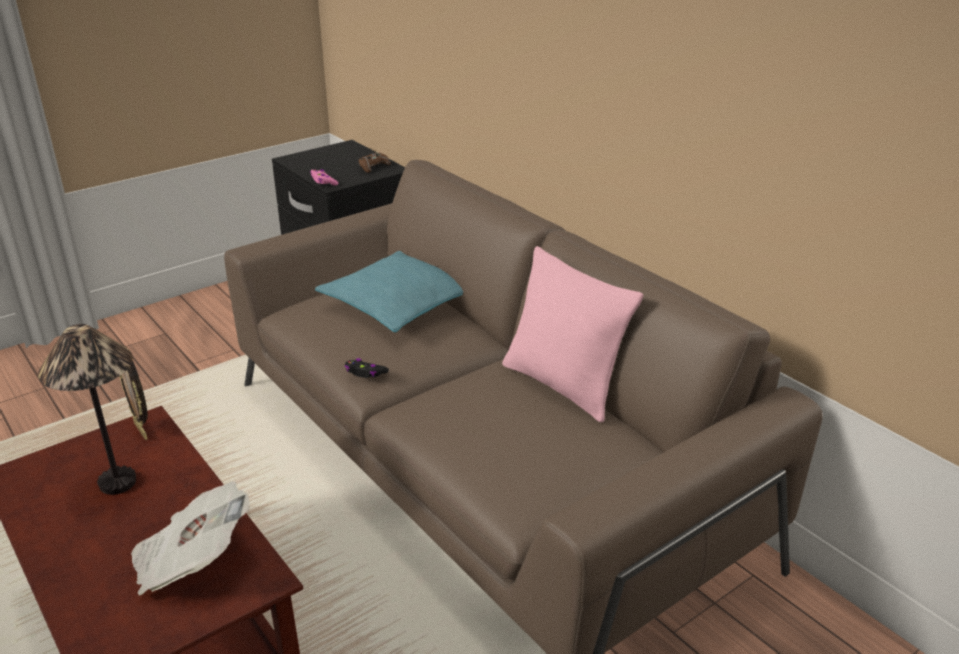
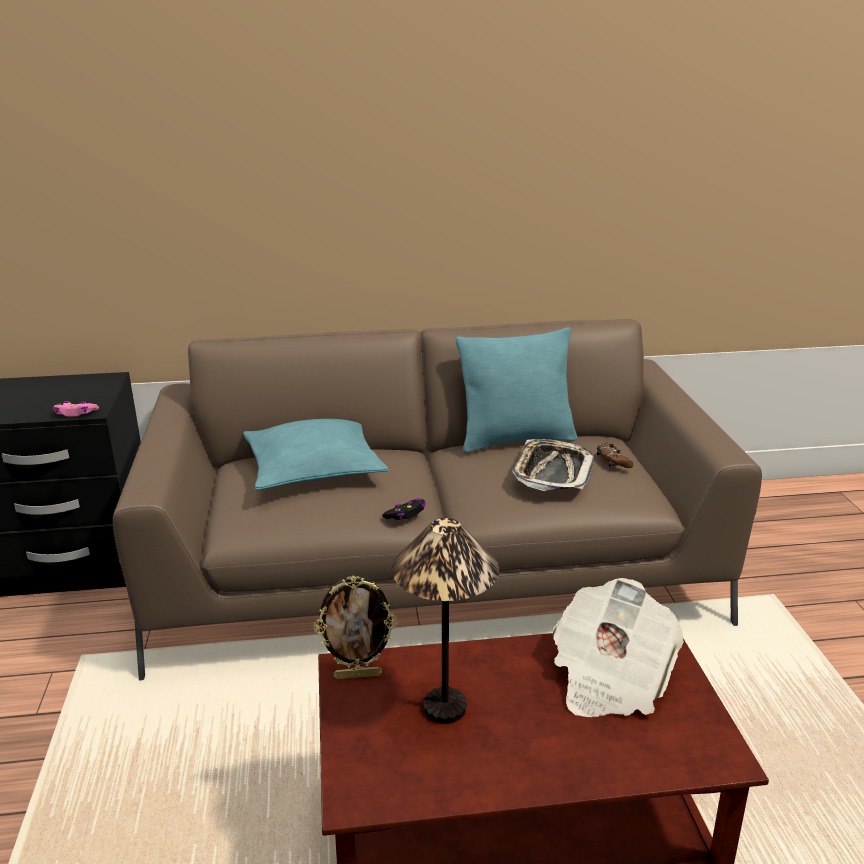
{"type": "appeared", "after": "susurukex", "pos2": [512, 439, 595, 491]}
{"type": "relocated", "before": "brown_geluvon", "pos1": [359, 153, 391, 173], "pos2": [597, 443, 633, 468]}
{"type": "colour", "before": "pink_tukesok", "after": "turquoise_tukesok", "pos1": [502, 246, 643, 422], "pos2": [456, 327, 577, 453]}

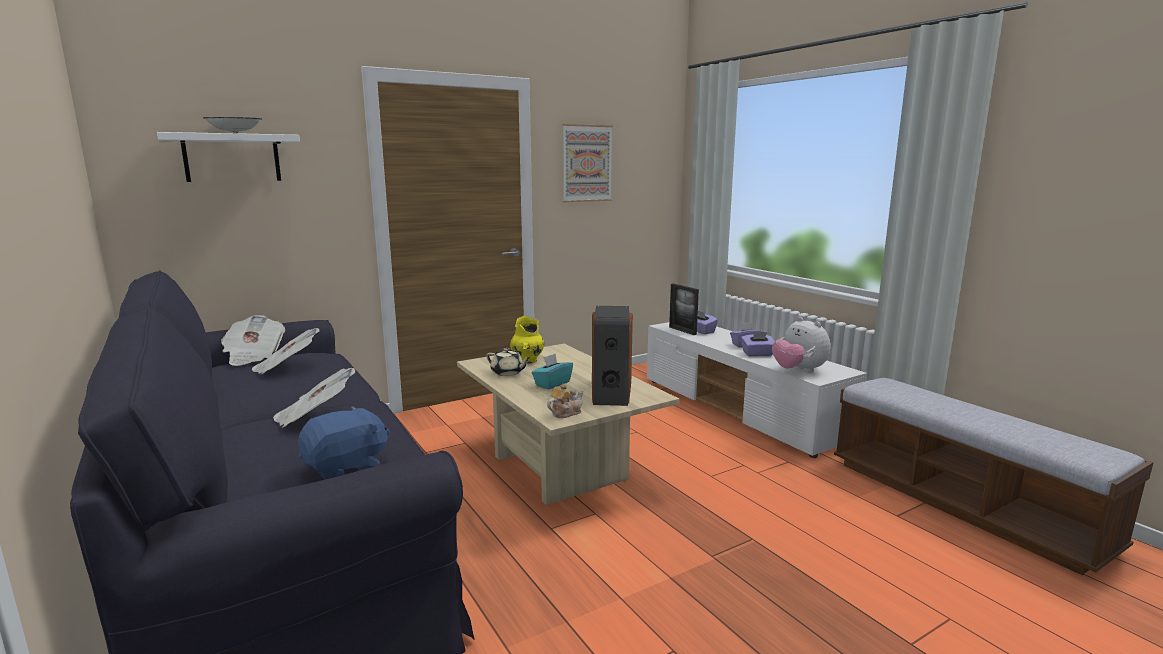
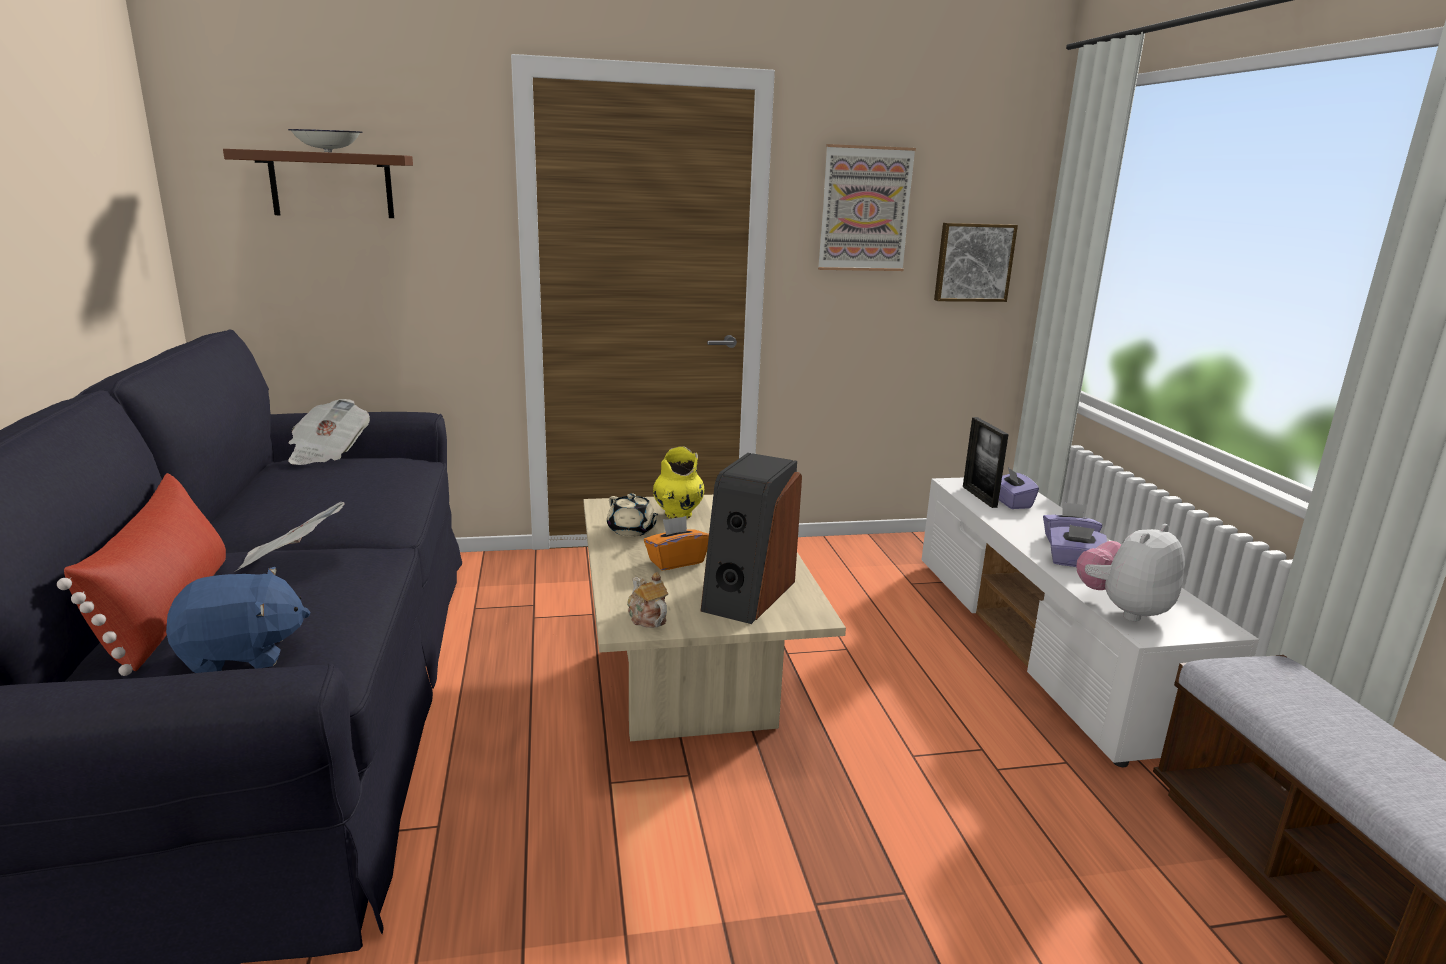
{"type": "missing", "before": "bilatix", "pos1": [252, 328, 319, 374]}
{"type": "appeared", "after": "red_tukesok", "pos2": [57, 473, 226, 676]}
{"type": "appeared", "after": "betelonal", "pos2": [934, 223, 1018, 302]}
{"type": "colour", "before": "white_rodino", "after": "brown_rodino", "pos1": [157, 132, 300, 182], "pos2": [223, 149, 413, 218]}
{"type": "colour", "before": "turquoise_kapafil", "after": "orange_kapafil", "pos1": [532, 354, 573, 389], "pos2": [644, 516, 709, 570]}
{"type": "spun", "before": "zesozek", "pos1": [547, 384, 584, 418], "pos2": [627, 572, 668, 628], "turn": -105}
{"type": "spun", "before": "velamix", "pos1": [772, 317, 830, 373], "pos2": [1076, 524, 1185, 622], "turn": 60}

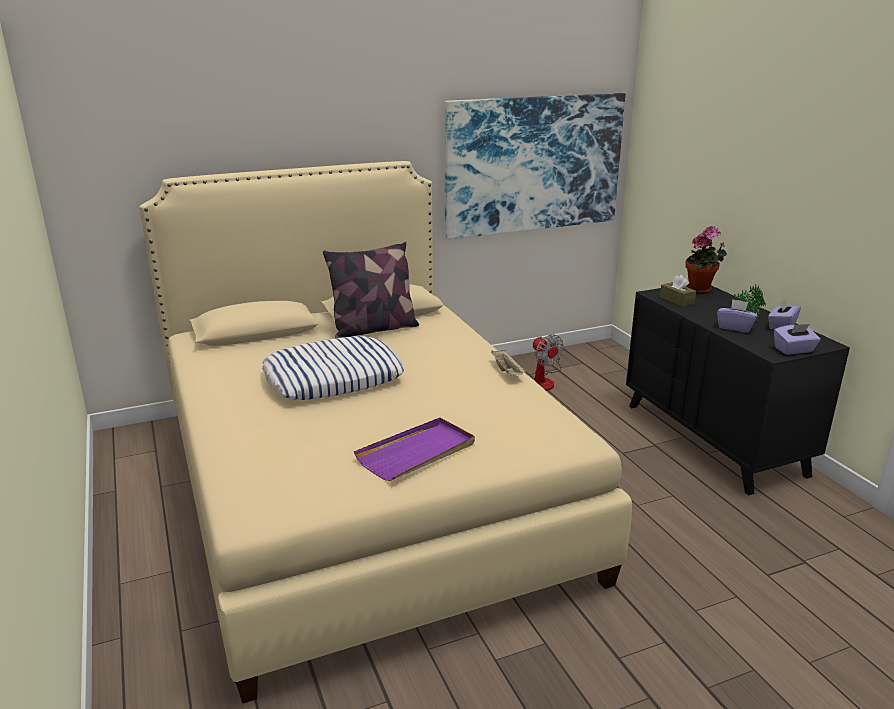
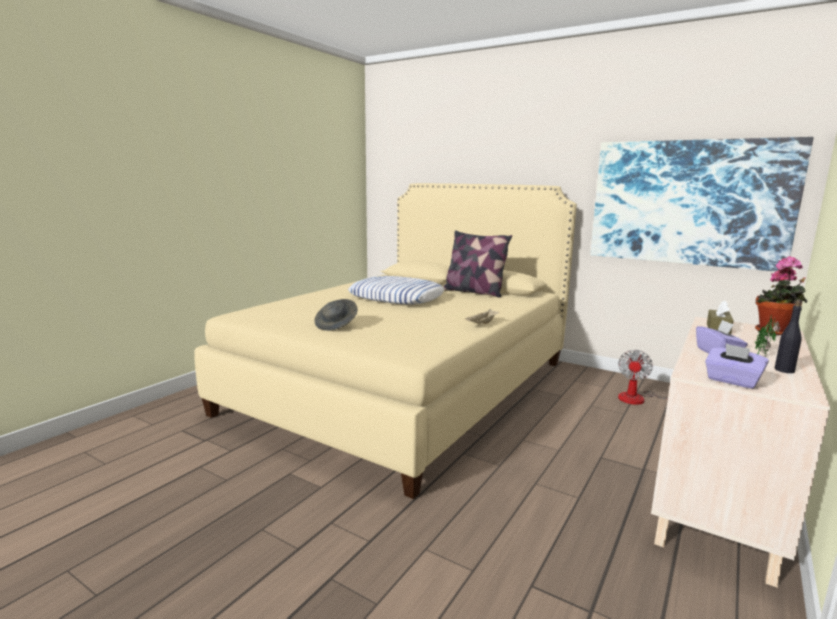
{"type": "exchanged", "before": "purple_susurukex", "after": "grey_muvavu", "pos1": [354, 417, 475, 481], "pos2": [315, 299, 357, 331]}
{"type": "exchanged", "before": "purple_kapafil", "after": "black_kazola", "pos1": [768, 298, 801, 330], "pos2": [775, 299, 802, 373]}
{"type": "colour", "before": "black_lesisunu", "after": "beige_lesisunu", "pos1": [626, 285, 850, 495], "pos2": [651, 317, 830, 588]}

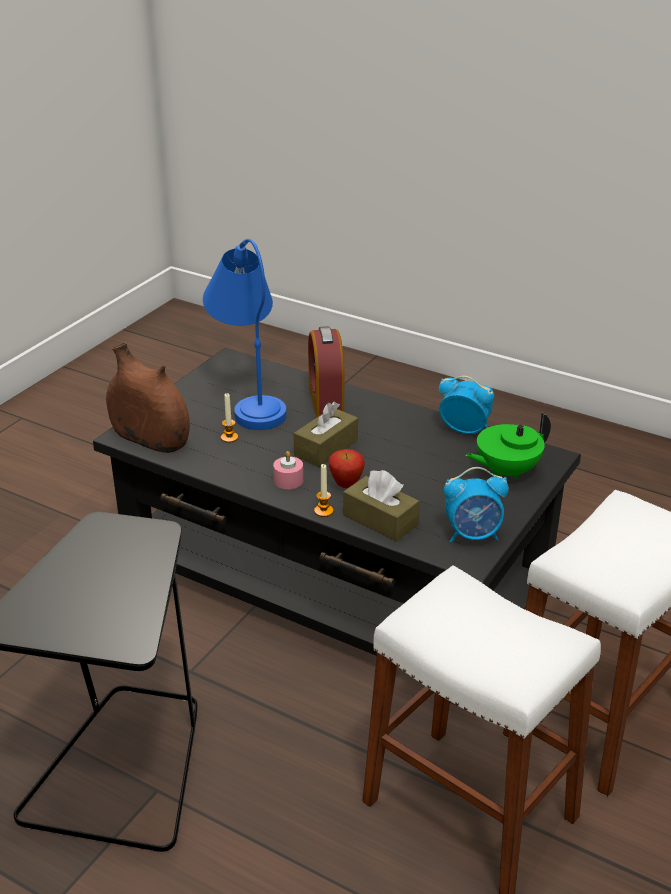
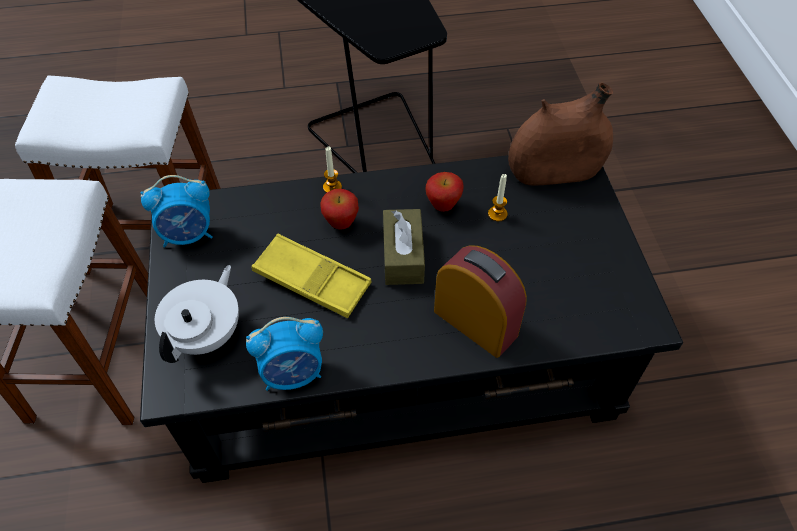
{"type": "missing", "before": "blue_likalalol", "pos1": [203, 239, 287, 430]}
{"type": "missing", "before": "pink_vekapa", "pos1": [273, 451, 303, 489]}
{"type": "missing", "before": "brown_kapafil", "pos1": [343, 470, 420, 542]}
{"type": "appeared", "after": "yellow_susurukex", "pos2": [251, 234, 371, 319]}
{"type": "appeared", "after": "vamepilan", "pos2": [425, 172, 464, 212]}
{"type": "colour", "before": "green_zesozek", "after": "white_zesozek", "pos1": [466, 412, 551, 479], "pos2": [155, 265, 239, 363]}
{"type": "spun", "before": "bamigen", "pos1": [444, 467, 509, 542], "pos2": [140, 175, 213, 247], "turn": -150}

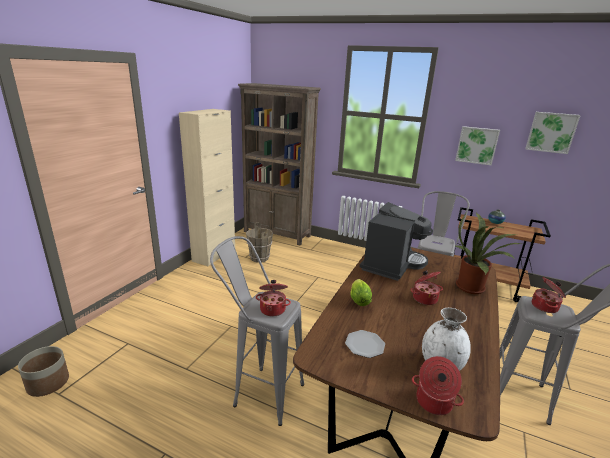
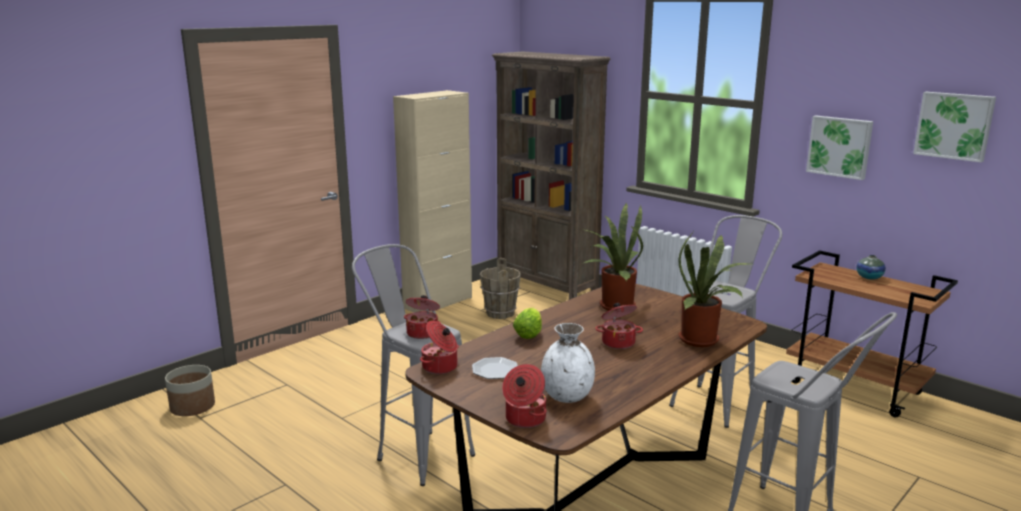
{"type": "relocated", "before": "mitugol", "pos1": [532, 277, 566, 313], "pos2": [420, 321, 459, 374]}
{"type": "exchanged", "before": "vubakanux", "after": "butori", "pos1": [359, 202, 433, 281], "pos2": [581, 203, 643, 311]}

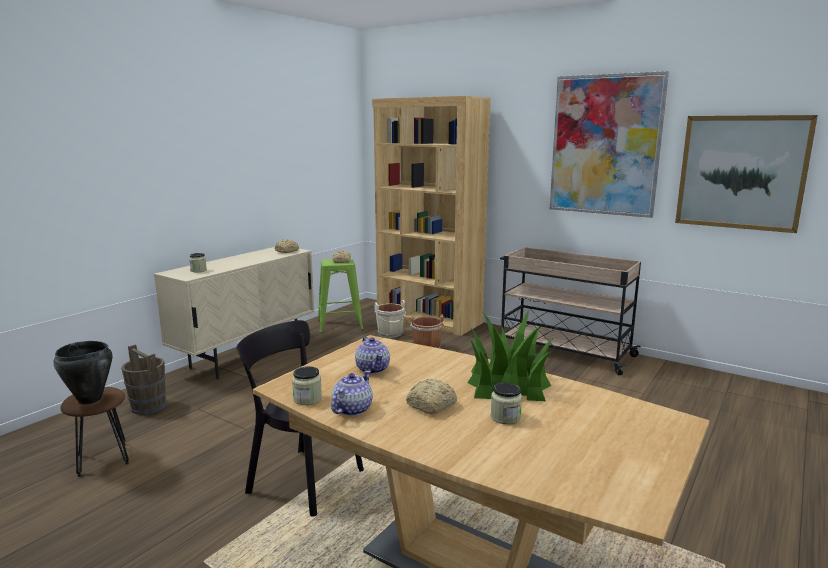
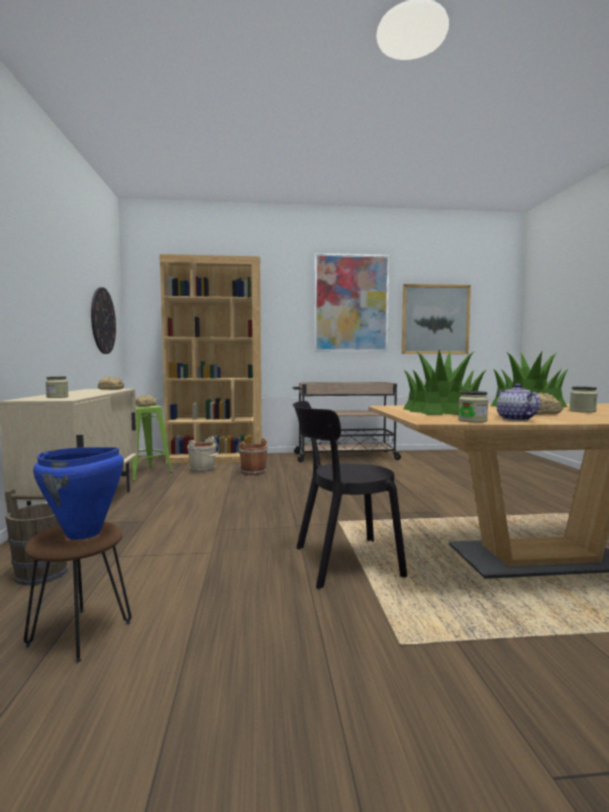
{"type": "appeared", "after": "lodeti", "pos2": [91, 287, 116, 354]}
{"type": "exchanged", "before": "zesozek", "after": "butori", "pos1": [355, 337, 390, 374], "pos2": [403, 350, 486, 415]}
{"type": "colour", "before": "black_mitugol", "after": "blue_mitugol", "pos1": [53, 341, 113, 404], "pos2": [33, 447, 124, 540]}

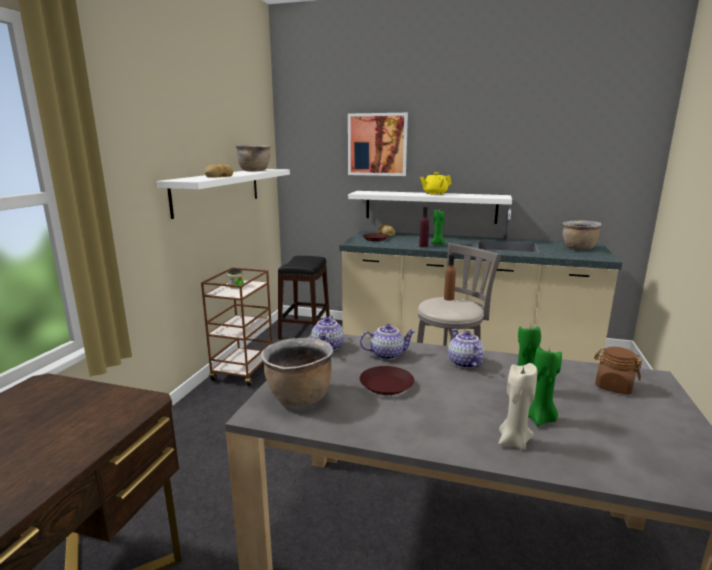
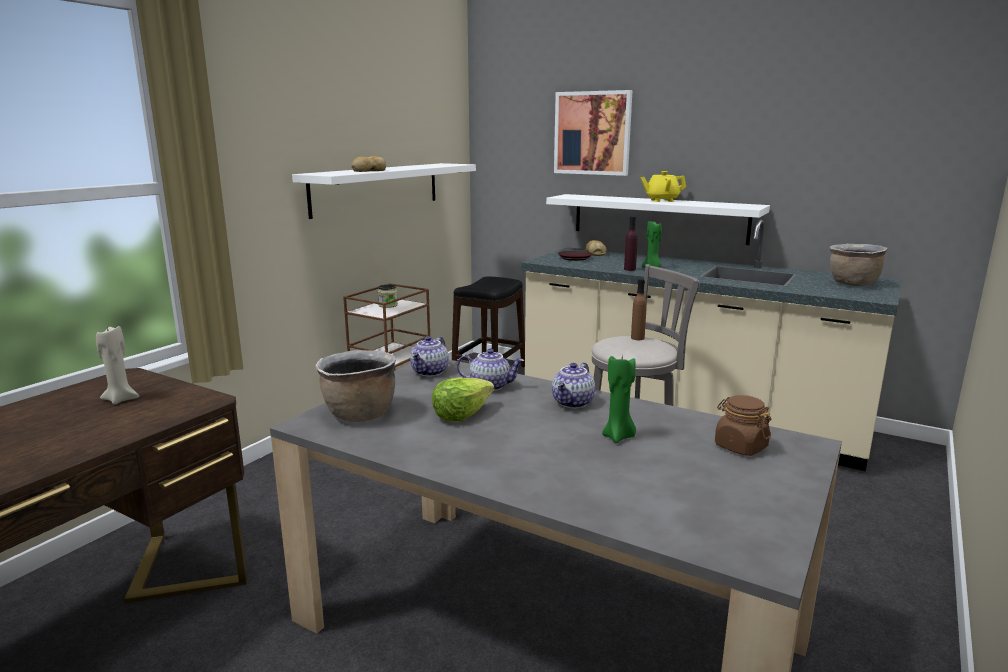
{"type": "missing", "before": "brown_mitugol", "pos1": [236, 144, 271, 171]}
{"type": "missing", "before": "green_vekapa", "pos1": [528, 347, 562, 427]}
{"type": "relocated", "before": "beige_vekapa", "pos1": [499, 363, 537, 450], "pos2": [96, 326, 139, 405]}
{"type": "exchanged", "before": "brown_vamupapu", "after": "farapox", "pos1": [360, 366, 414, 395], "pos2": [432, 377, 494, 422]}
{"type": "spun", "before": "zesozek", "pos1": [448, 329, 484, 368], "pos2": [552, 362, 595, 409], "turn": -150}

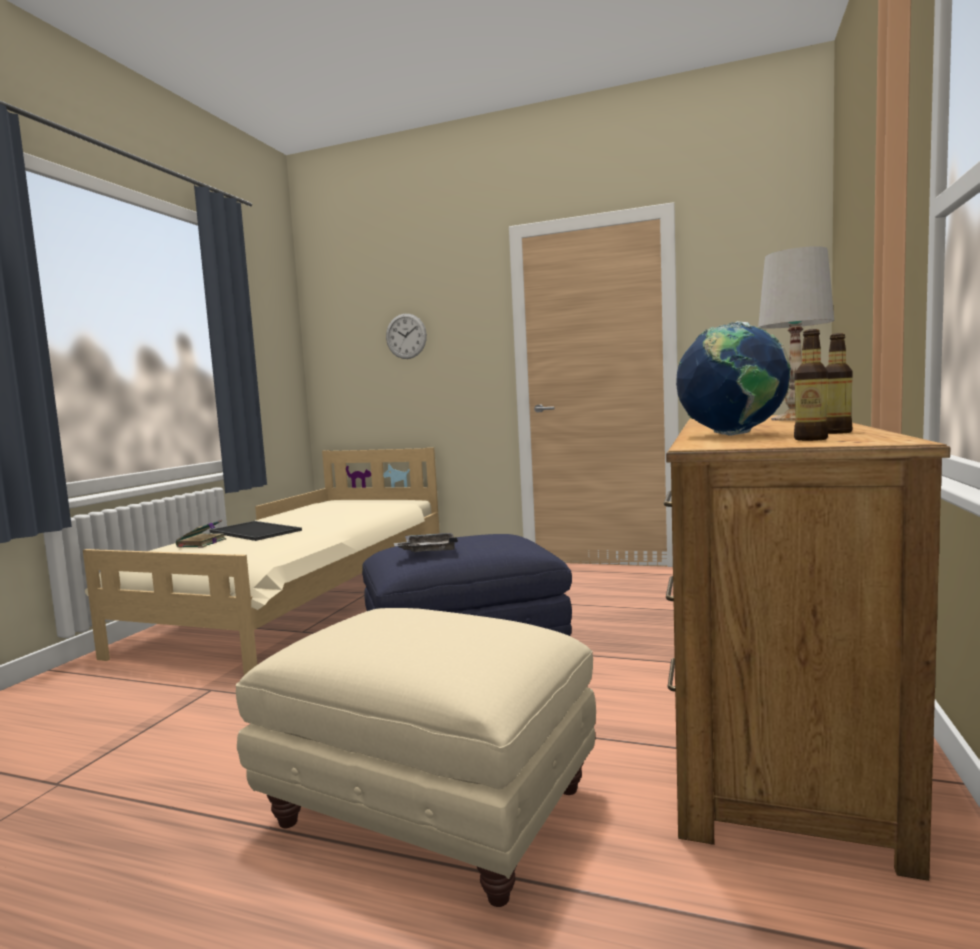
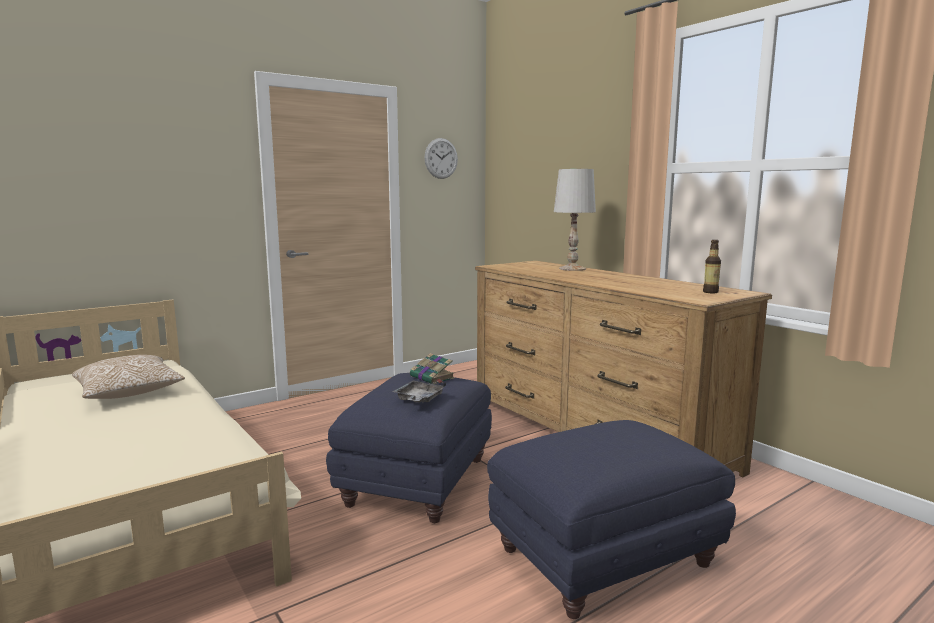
{"type": "missing", "before": "susurukex", "pos1": [210, 521, 302, 541]}
{"type": "missing", "before": "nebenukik", "pos1": [676, 321, 791, 436]}
{"type": "missing", "before": "kazola", "pos1": [826, 333, 853, 434]}
{"type": "appeared", "after": "tukesok", "pos2": [72, 355, 185, 399]}
{"type": "relocated", "before": "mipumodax", "pos1": [176, 520, 226, 547], "pos2": [410, 353, 455, 384]}
{"type": "relocated", "before": "lodeti", "pos1": [386, 314, 427, 359], "pos2": [424, 138, 458, 179]}
{"type": "colour", "before": "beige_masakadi", "after": "blue_masakadi", "pos1": [236, 608, 596, 907], "pos2": [487, 420, 736, 619]}

